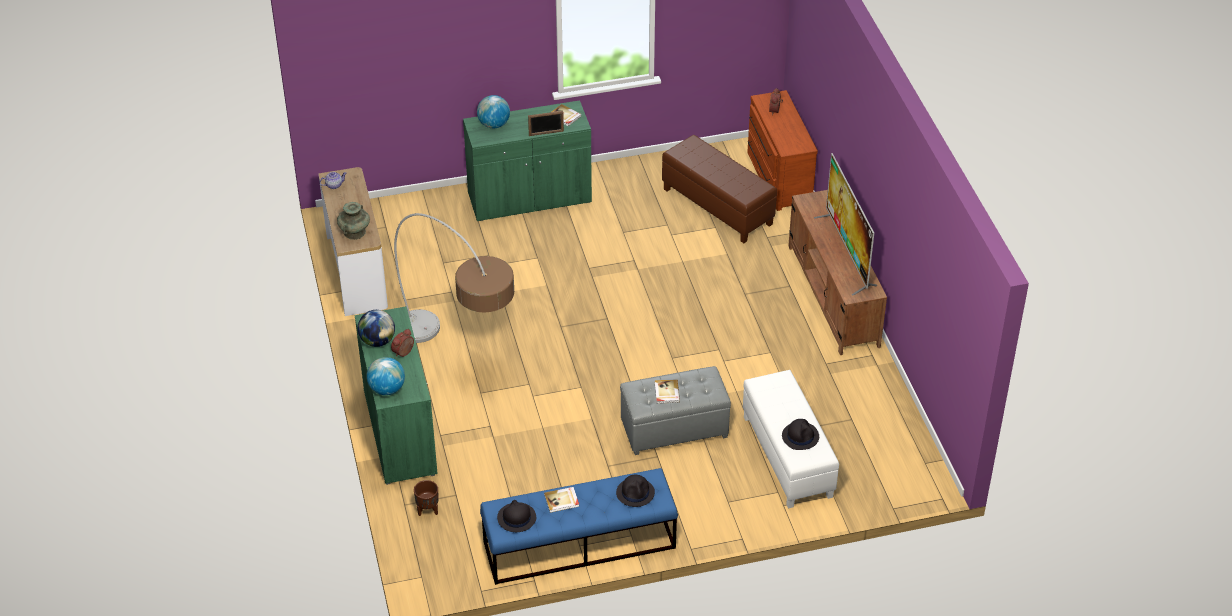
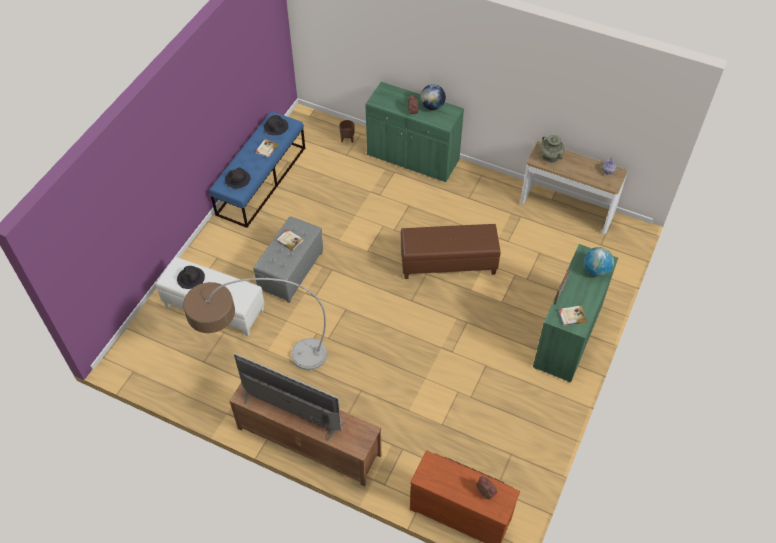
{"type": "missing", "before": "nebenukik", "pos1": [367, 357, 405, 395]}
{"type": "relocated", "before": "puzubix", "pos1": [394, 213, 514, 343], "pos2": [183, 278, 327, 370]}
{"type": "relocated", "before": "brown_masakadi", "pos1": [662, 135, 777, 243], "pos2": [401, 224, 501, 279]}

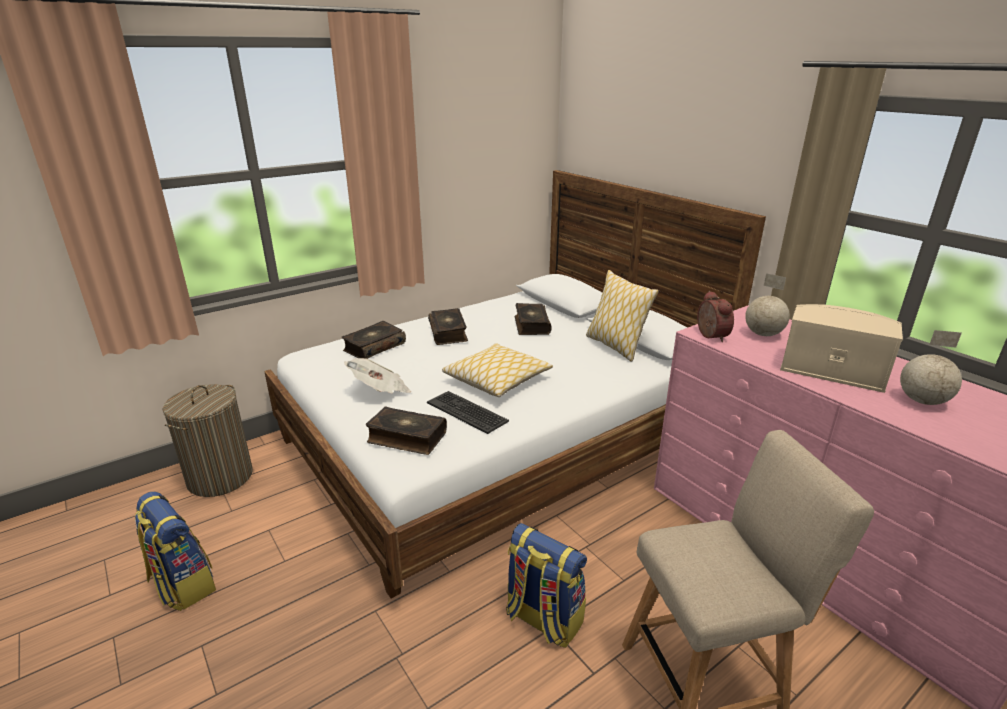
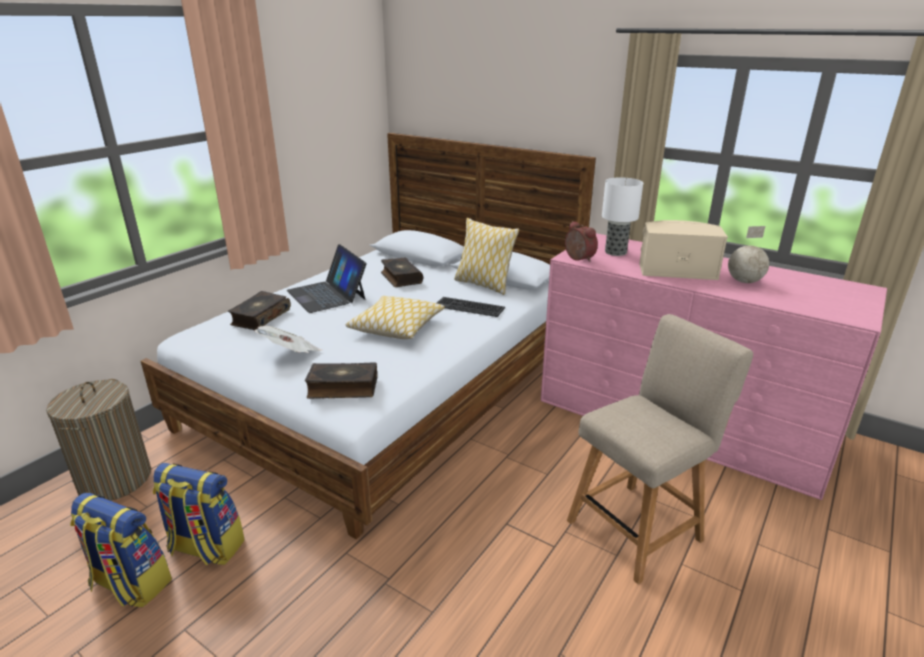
{"type": "relocated", "before": "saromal", "pos1": [427, 391, 509, 434], "pos2": [437, 297, 505, 317]}
{"type": "relocated", "before": "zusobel", "pos1": [506, 523, 587, 648], "pos2": [153, 463, 245, 566]}
{"type": "exchanged", "before": "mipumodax", "after": "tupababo", "pos1": [428, 308, 468, 345], "pos2": [287, 244, 366, 313]}
{"type": "exchanged", "before": "nebenukik", "after": "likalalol", "pos1": [745, 273, 790, 336], "pos2": [602, 177, 643, 256]}

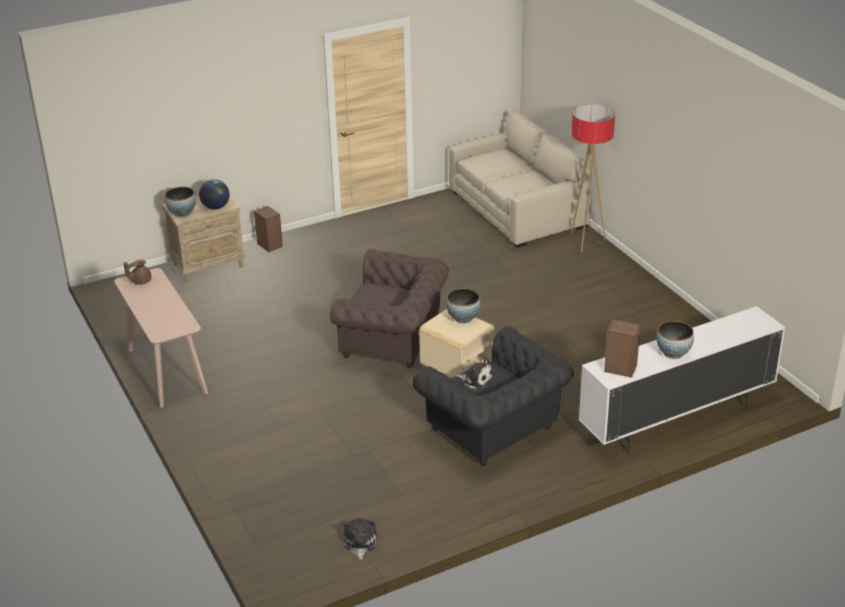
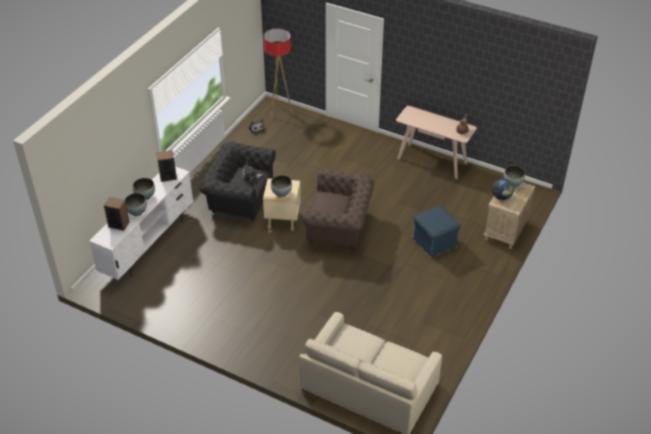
{"type": "appeared", "after": "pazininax", "pos2": [125, 193, 147, 216]}
{"type": "appeared", "after": "blue_masakadi", "pos2": [412, 205, 461, 258]}
{"type": "relocated", "before": "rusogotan", "pos1": [254, 206, 283, 252], "pos2": [104, 197, 129, 231]}
{"type": "relocated", "before": "puzubix", "pos1": [571, 104, 615, 252], "pos2": [264, 29, 292, 118]}
{"type": "spun", "before": "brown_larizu", "pos1": [330, 249, 449, 369], "pos2": [303, 168, 374, 249], "turn": -150}

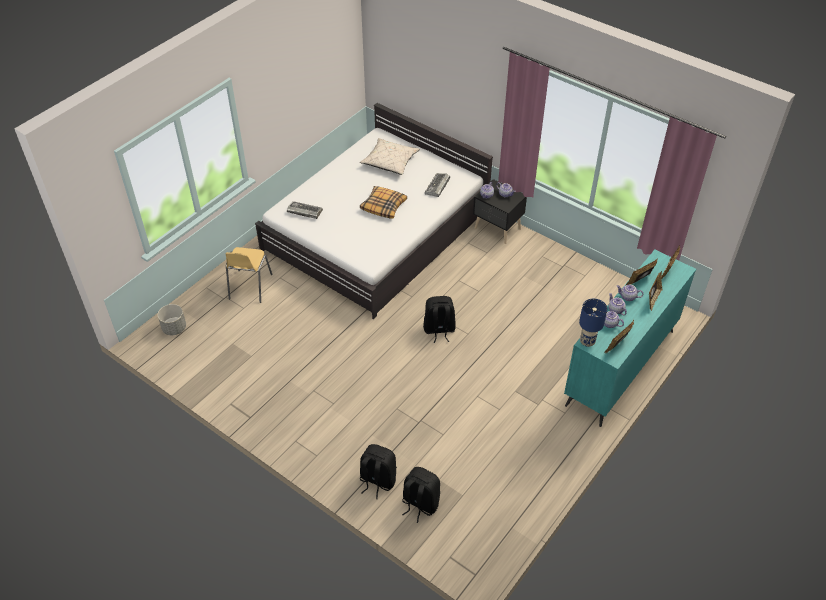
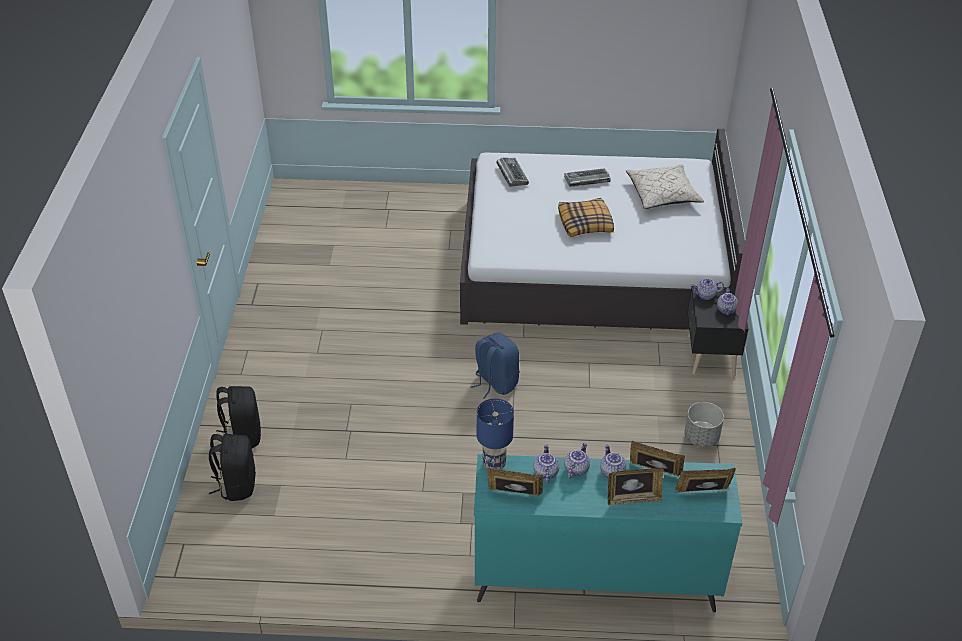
{"type": "missing", "before": "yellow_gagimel", "pos1": [226, 247, 272, 303]}
{"type": "relocated", "before": "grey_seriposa", "pos1": [158, 304, 186, 335], "pos2": [684, 402, 724, 447]}
{"type": "relocated", "before": "saromal", "pos1": [425, 173, 450, 197], "pos2": [564, 168, 611, 187]}
{"type": "colour", "before": "black_zusobel", "after": "blue_zusobel", "pos1": [423, 296, 456, 343], "pos2": [471, 333, 519, 399]}

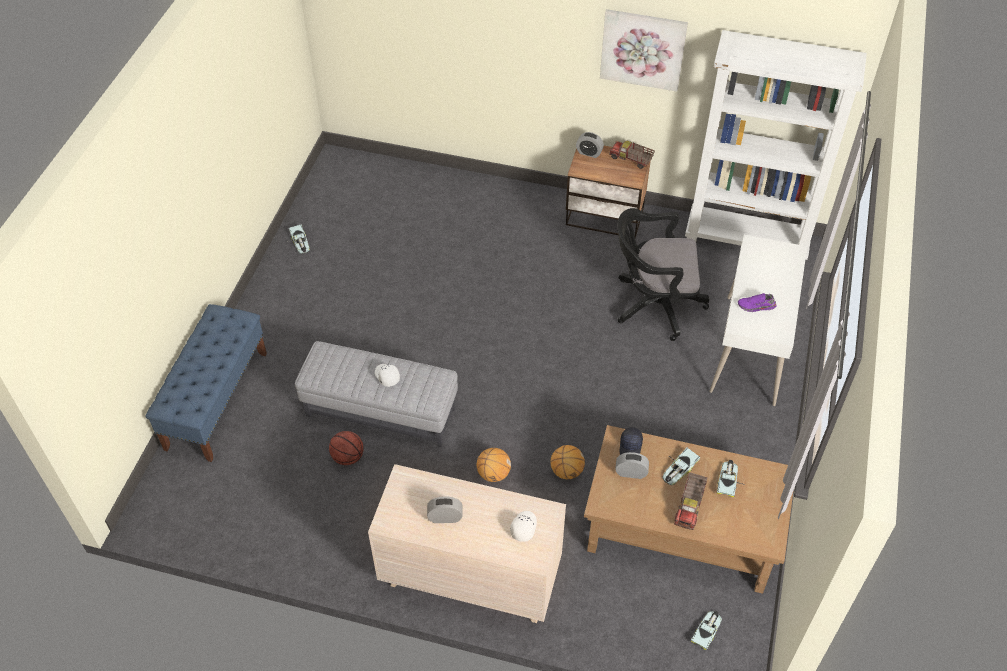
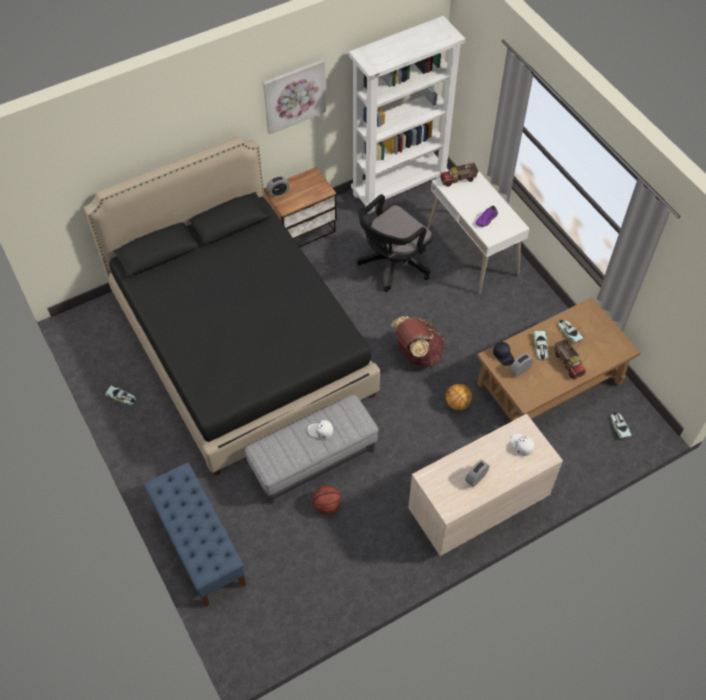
{"type": "missing", "before": "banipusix", "pos1": [477, 448, 511, 482]}
{"type": "appeared", "after": "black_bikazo", "pos2": [84, 136, 380, 475]}
{"type": "appeared", "after": "brown_zusobel", "pos2": [391, 316, 445, 368]}
{"type": "relocated", "before": "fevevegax", "pos1": [609, 141, 655, 169], "pos2": [440, 163, 478, 187]}

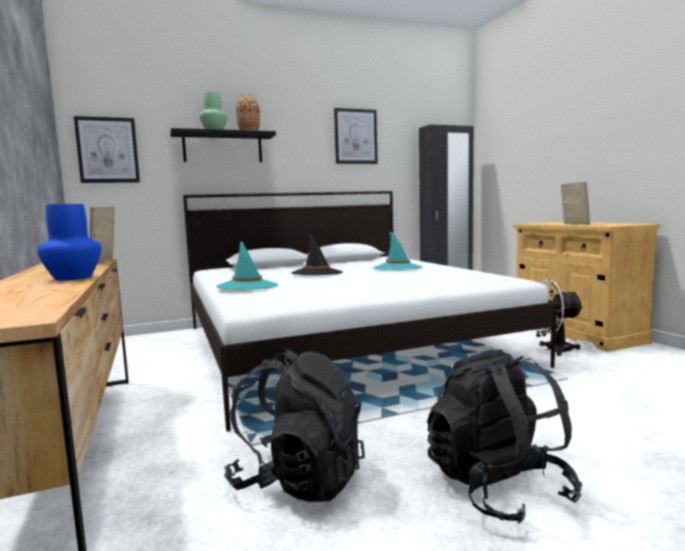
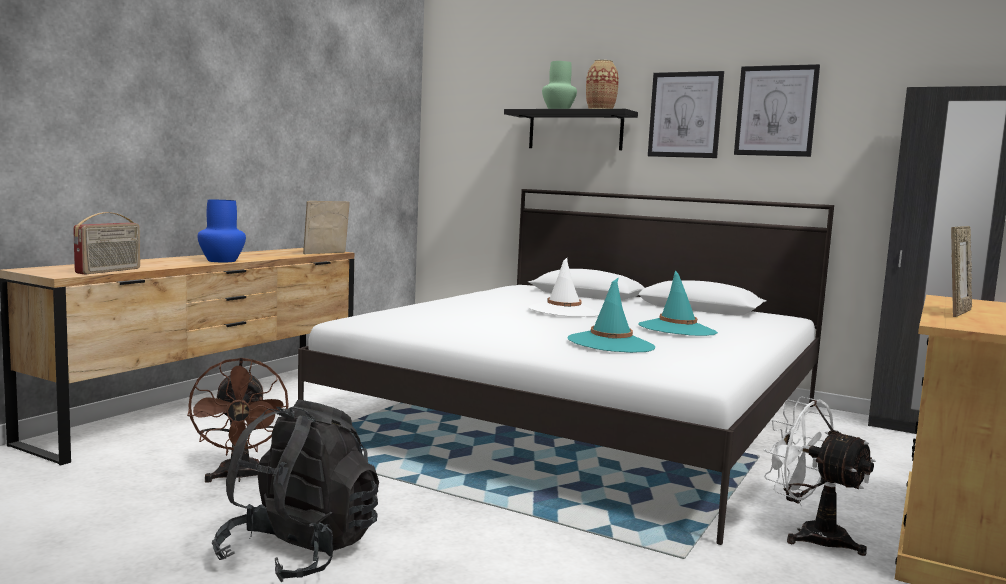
{"type": "appeared", "after": "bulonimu", "pos2": [73, 212, 140, 274]}
{"type": "relocated", "before": "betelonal", "pos1": [74, 116, 140, 183], "pos2": [648, 71, 724, 158]}
{"type": "relocated", "before": "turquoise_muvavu", "pos1": [216, 241, 278, 290], "pos2": [567, 277, 655, 353]}
{"type": "exchanged", "before": "black_zusobel", "after": "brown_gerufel", "pos1": [224, 349, 365, 502], "pos2": [187, 357, 288, 483]}
{"type": "colour", "before": "black_muvavu", "after": "white_muvavu", "pos1": [291, 234, 343, 275], "pos2": [529, 258, 599, 317]}

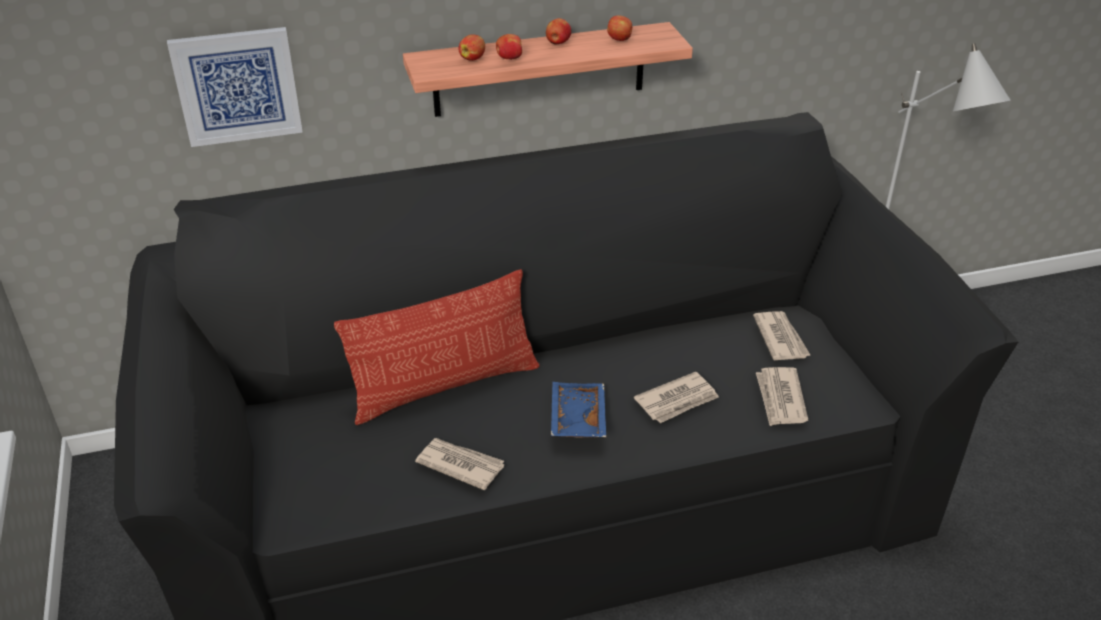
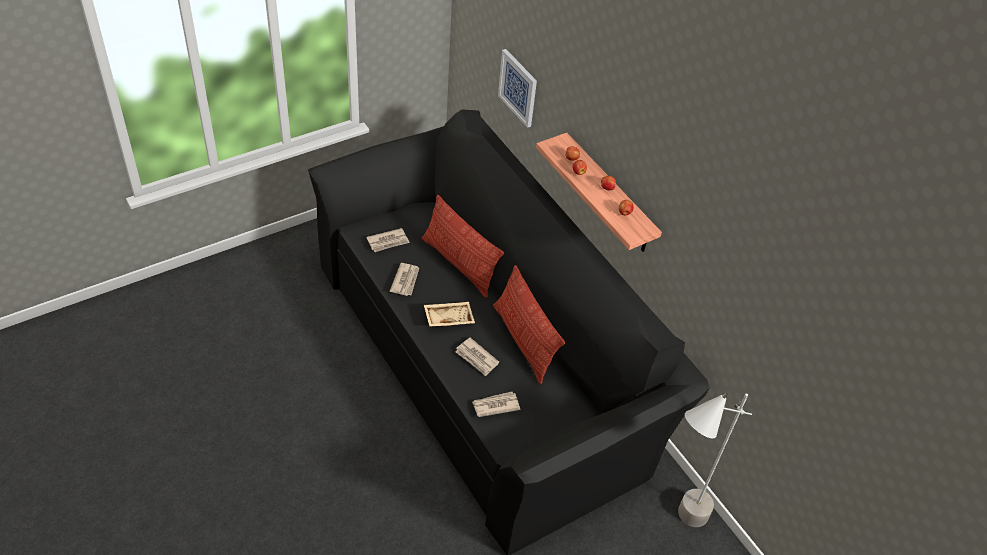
{"type": "appeared", "after": "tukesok", "pos2": [493, 265, 565, 384]}
{"type": "relocated", "before": "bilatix", "pos1": [753, 311, 811, 360], "pos2": [366, 228, 410, 252]}
{"type": "colour", "before": "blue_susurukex", "after": "beige_susurukex", "pos1": [551, 382, 606, 437], "pos2": [424, 302, 475, 327]}

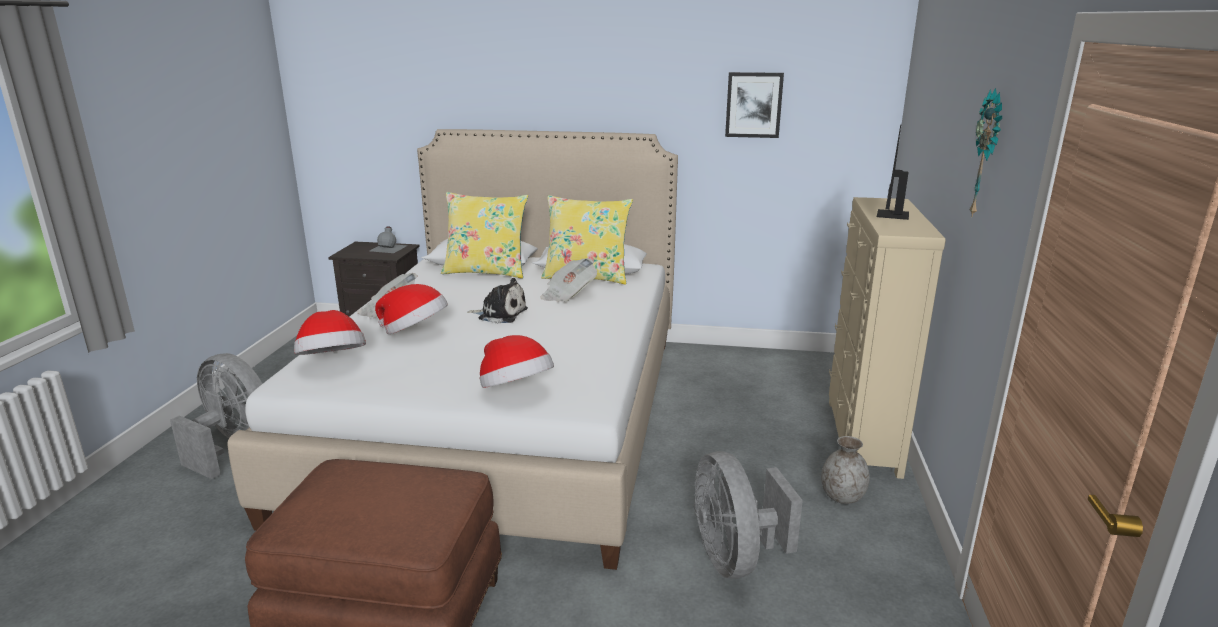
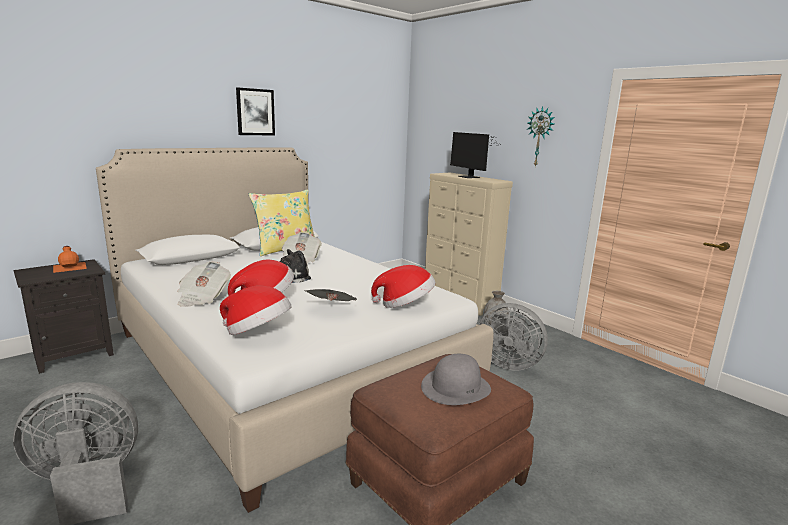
{"type": "missing", "before": "yellow_tukesok", "pos1": [441, 192, 528, 279]}
{"type": "appeared", "after": "bilatix", "pos2": [305, 289, 357, 301]}
{"type": "appeared", "after": "grey_muvavu", "pos2": [421, 354, 491, 405]}
{"type": "relocated", "before": "betelonal", "pos1": [725, 72, 784, 138], "pos2": [236, 87, 275, 135]}
{"type": "colour", "before": "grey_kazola", "after": "orange_kazola", "pos1": [370, 226, 408, 253], "pos2": [53, 246, 87, 273]}

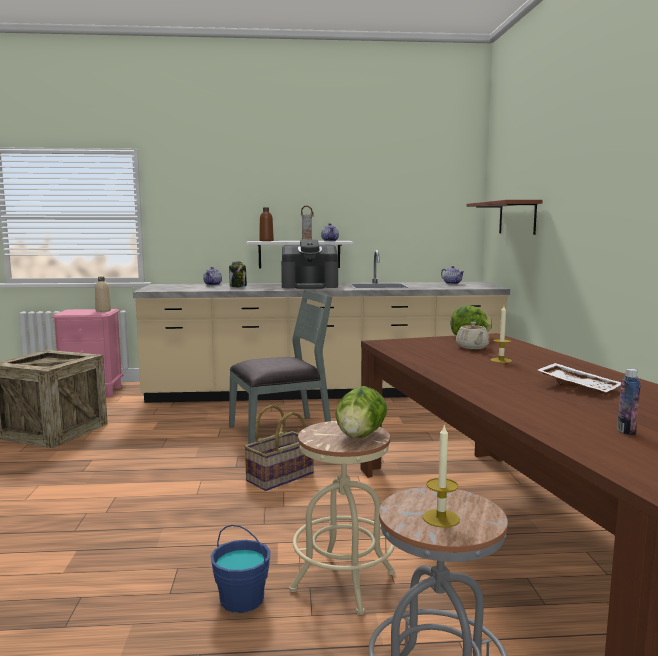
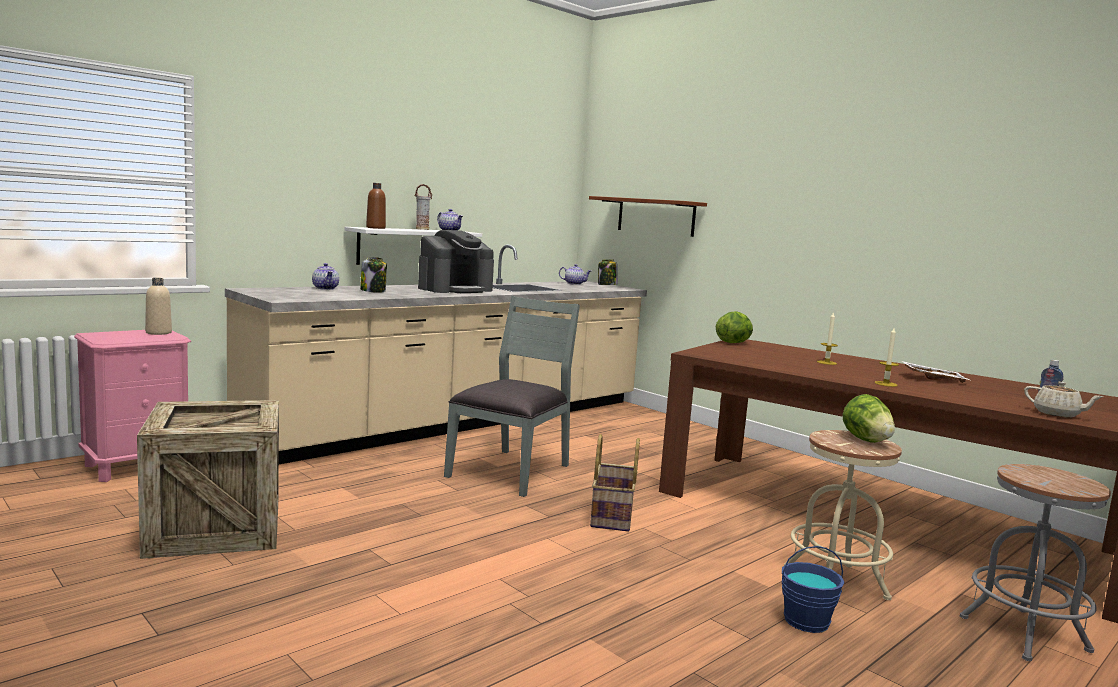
{"type": "appeared", "after": "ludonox", "pos2": [598, 259, 618, 285]}
{"type": "relocated", "before": "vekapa", "pos1": [423, 424, 460, 528], "pos2": [875, 328, 899, 387]}
{"type": "relocated", "before": "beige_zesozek", "pos1": [456, 322, 490, 349], "pos2": [1024, 382, 1103, 417]}

